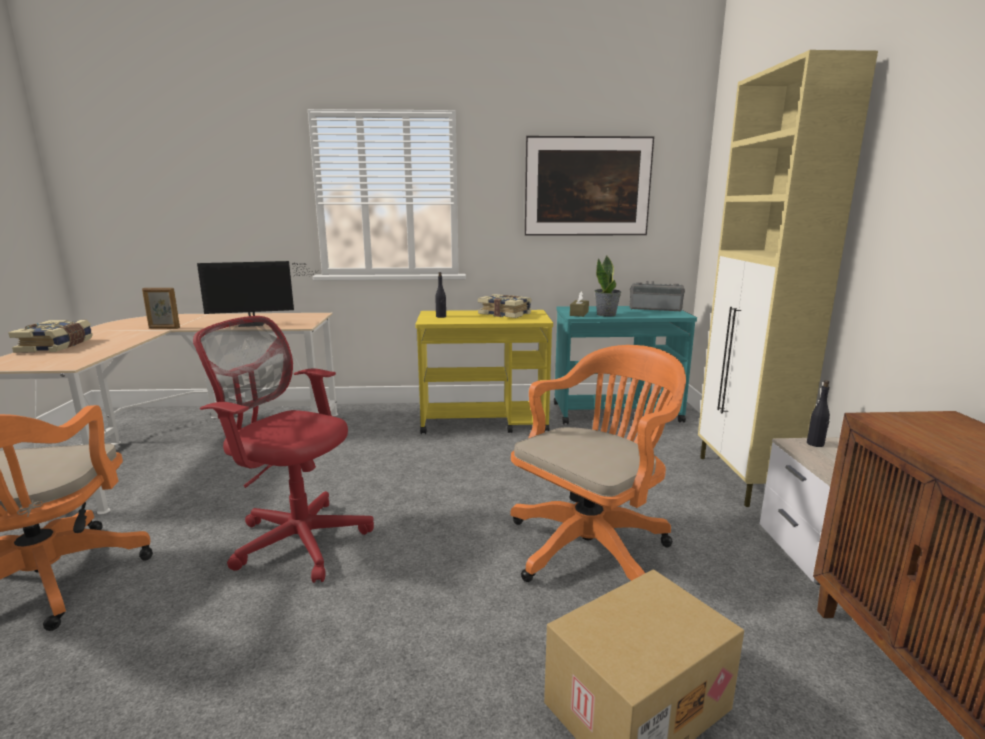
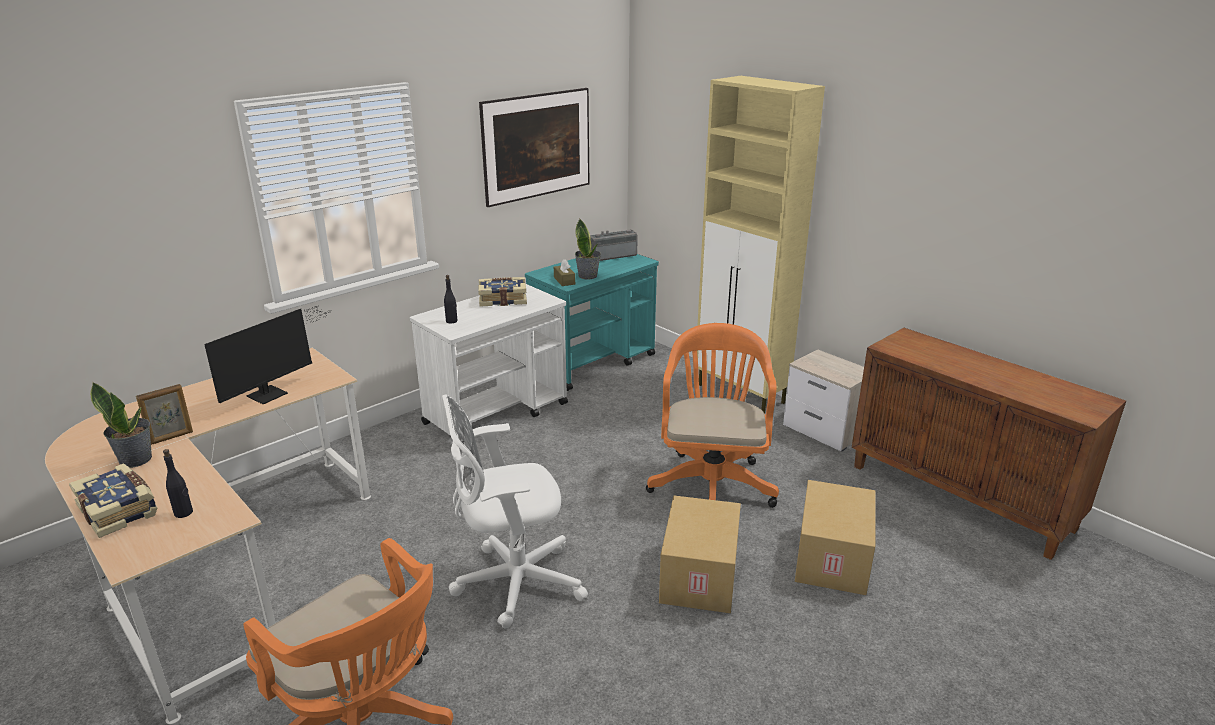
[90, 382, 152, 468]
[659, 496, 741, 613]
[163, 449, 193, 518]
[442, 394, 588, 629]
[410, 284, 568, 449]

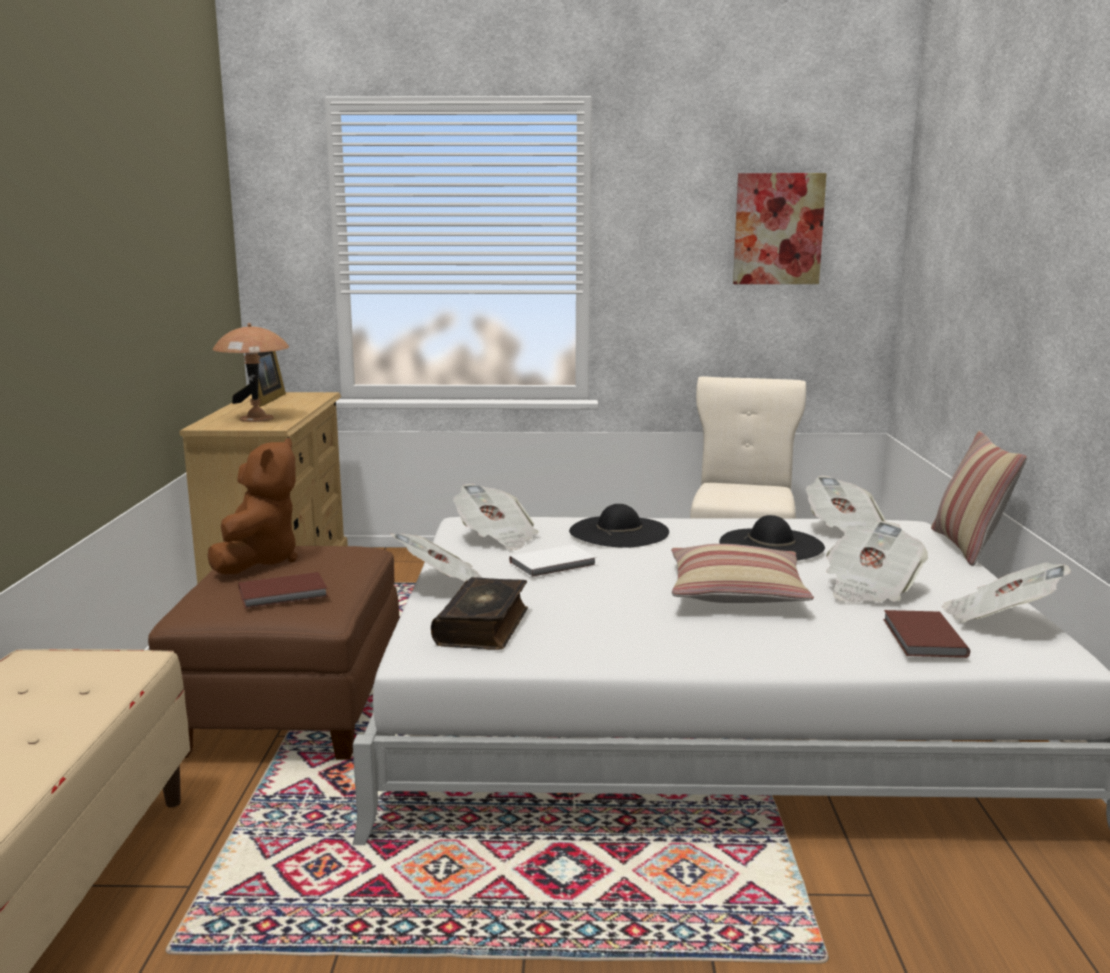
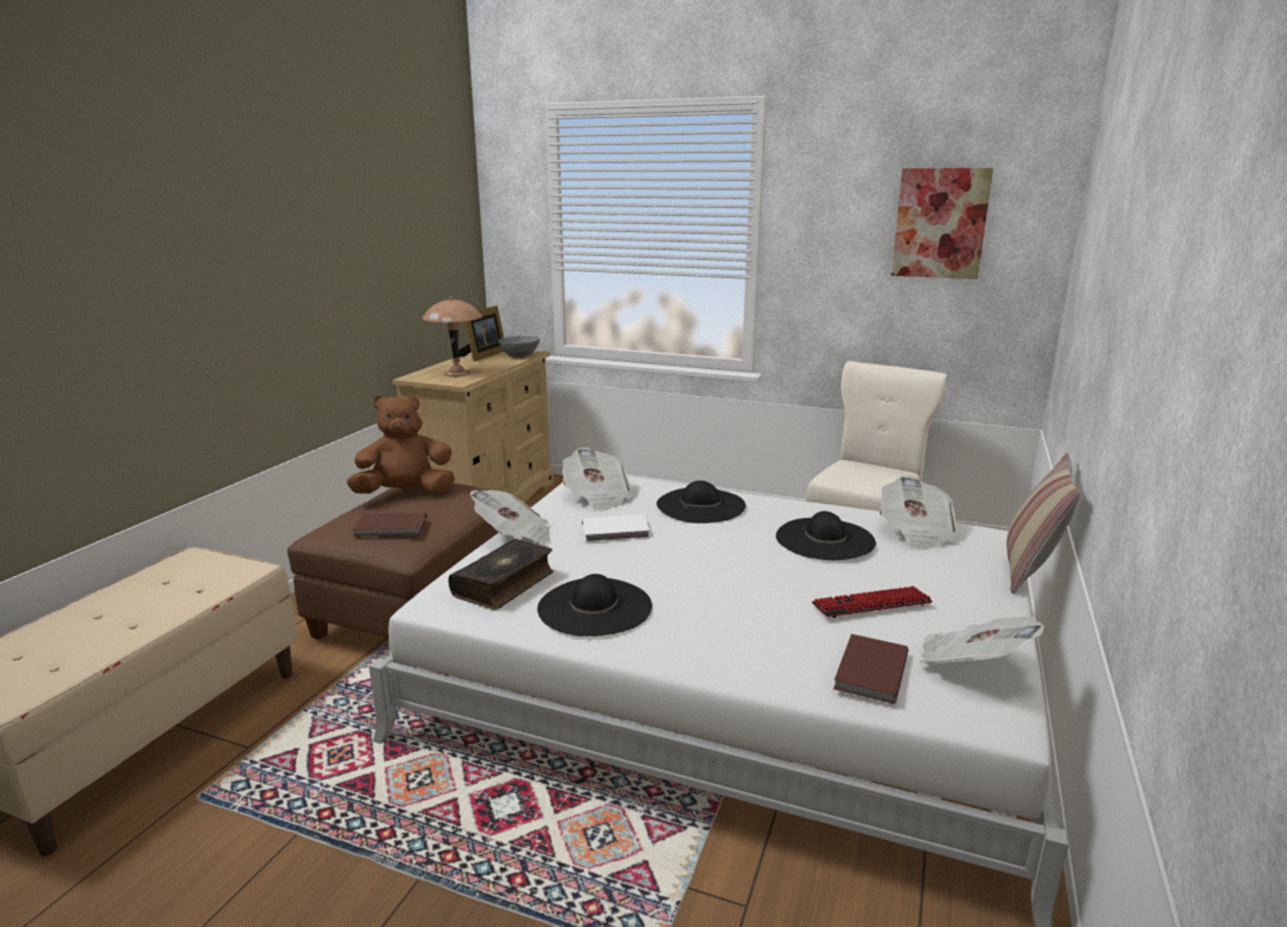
[671, 544, 814, 603] (first image)
[499, 336, 540, 357]
[537, 574, 652, 636]
[812, 586, 932, 618]
[347, 395, 455, 494]

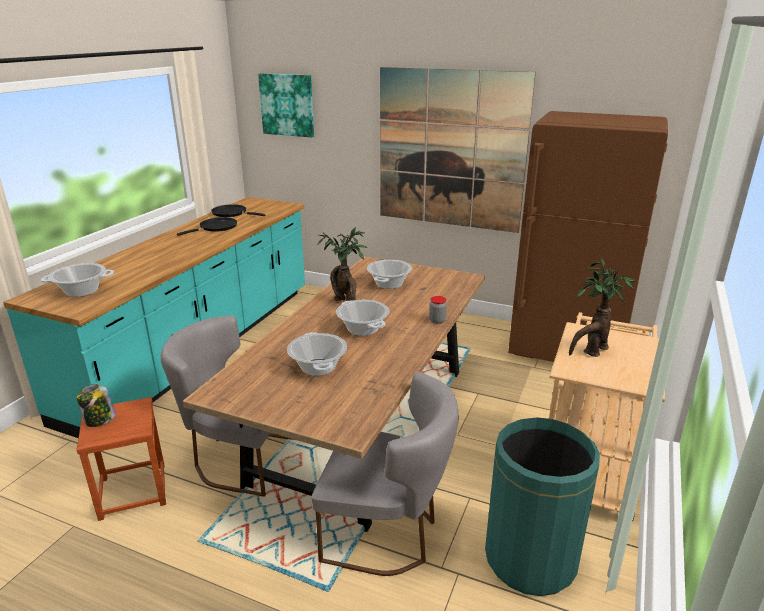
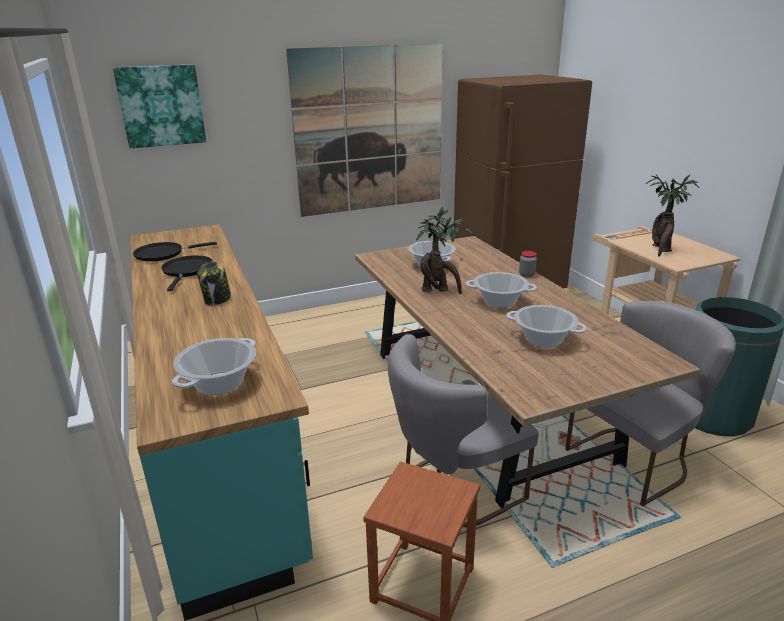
[197, 261, 231, 305]

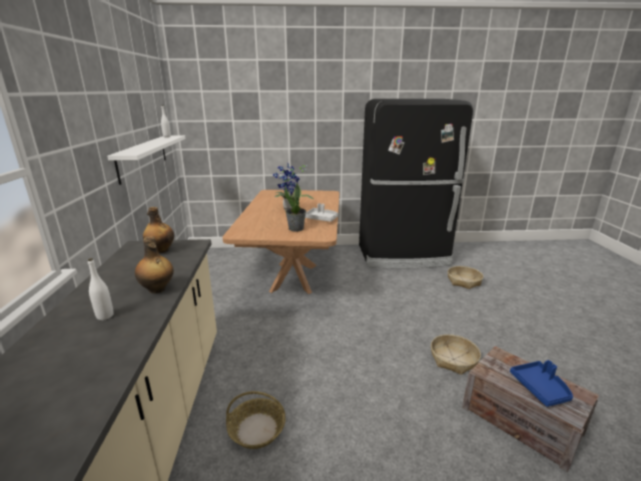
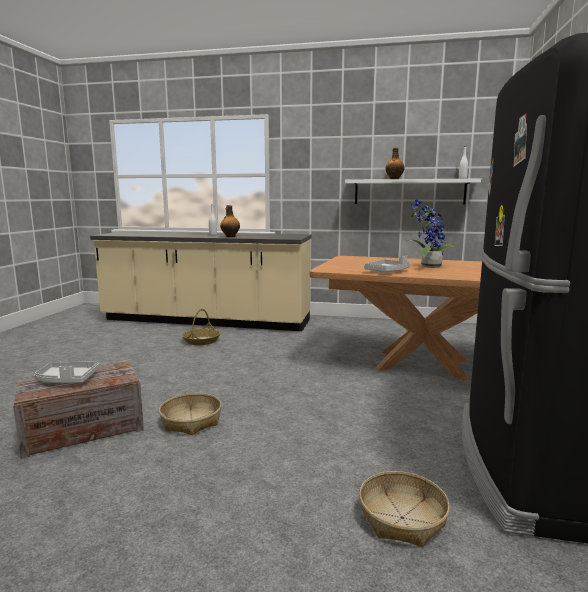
[285, 183, 306, 232] (first image)
[385, 148, 405, 179]
[34, 361, 99, 383]

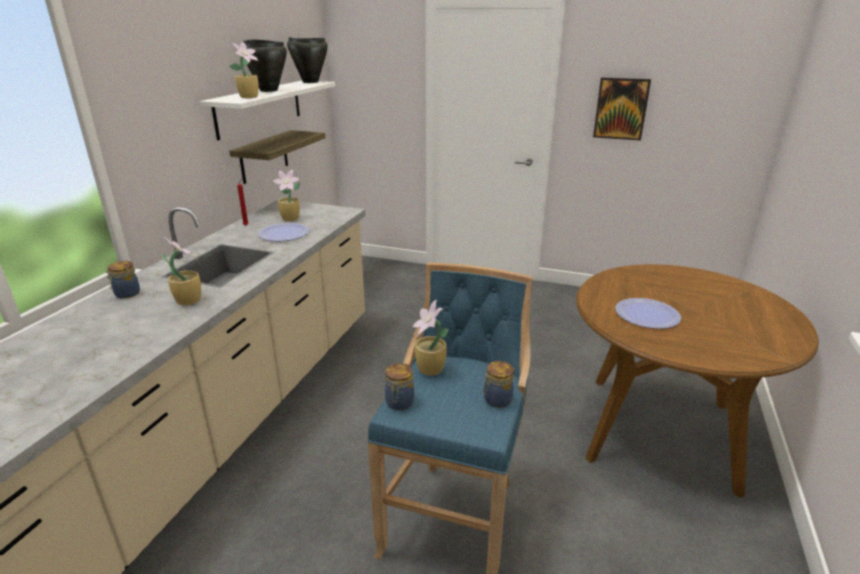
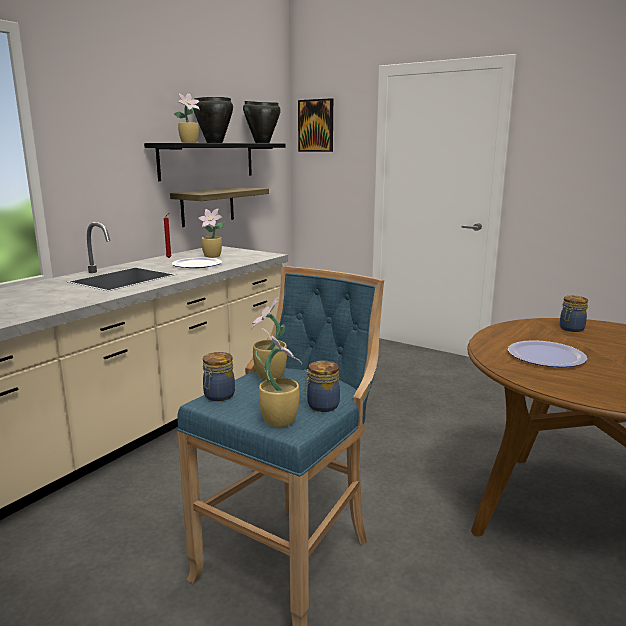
[560, 296, 588, 332]
[256, 328, 302, 427]
[298, 98, 333, 152]
[144, 143, 286, 181]

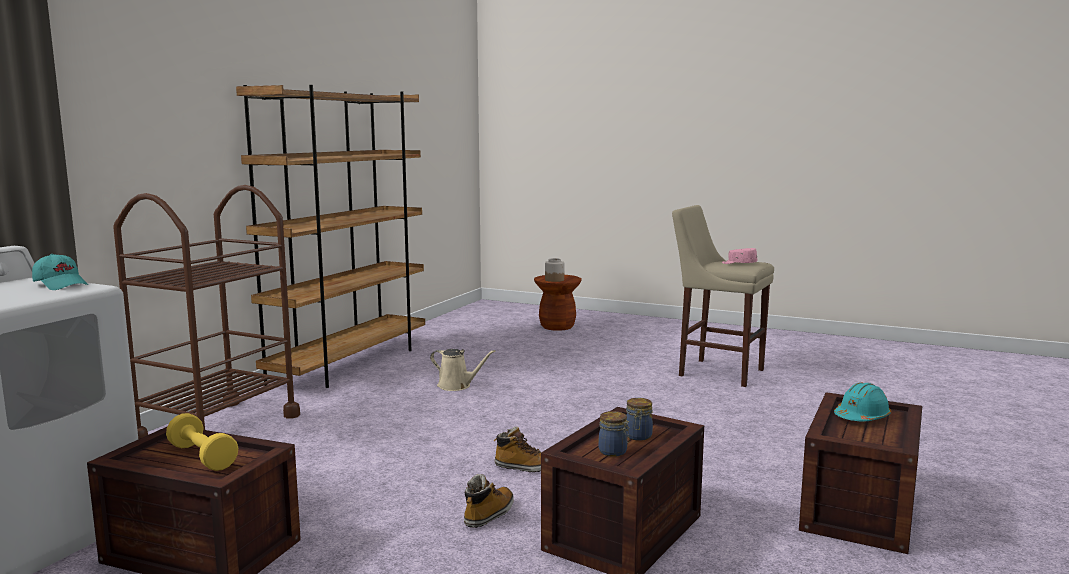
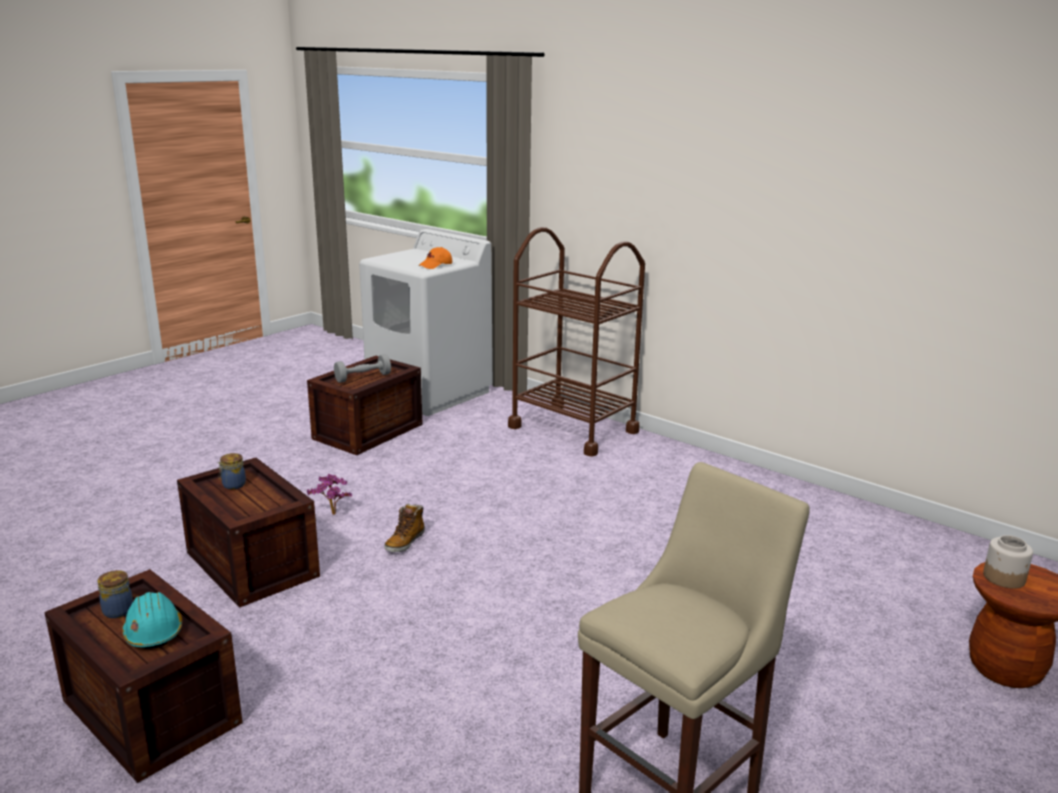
[236, 85, 425, 388] (first image)
[430, 349, 495, 391] (first image)
[722, 248, 757, 264] (first image)
[97, 570, 133, 618]
[307, 474, 352, 515]
[419, 247, 452, 269]
[334, 354, 391, 383]

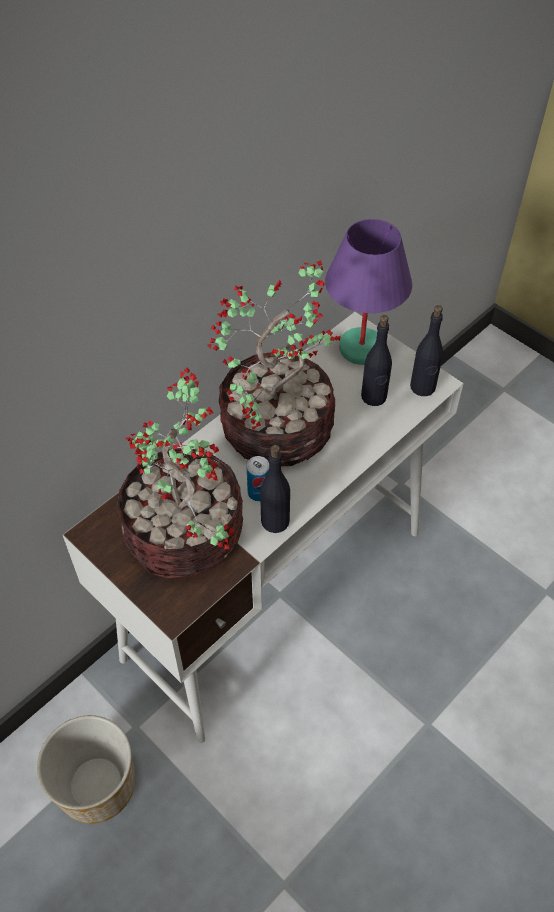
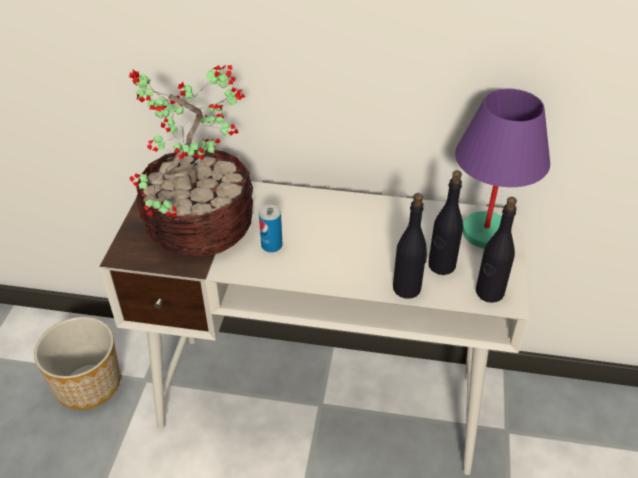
[207, 260, 341, 466] (first image)
[393, 193, 427, 299]

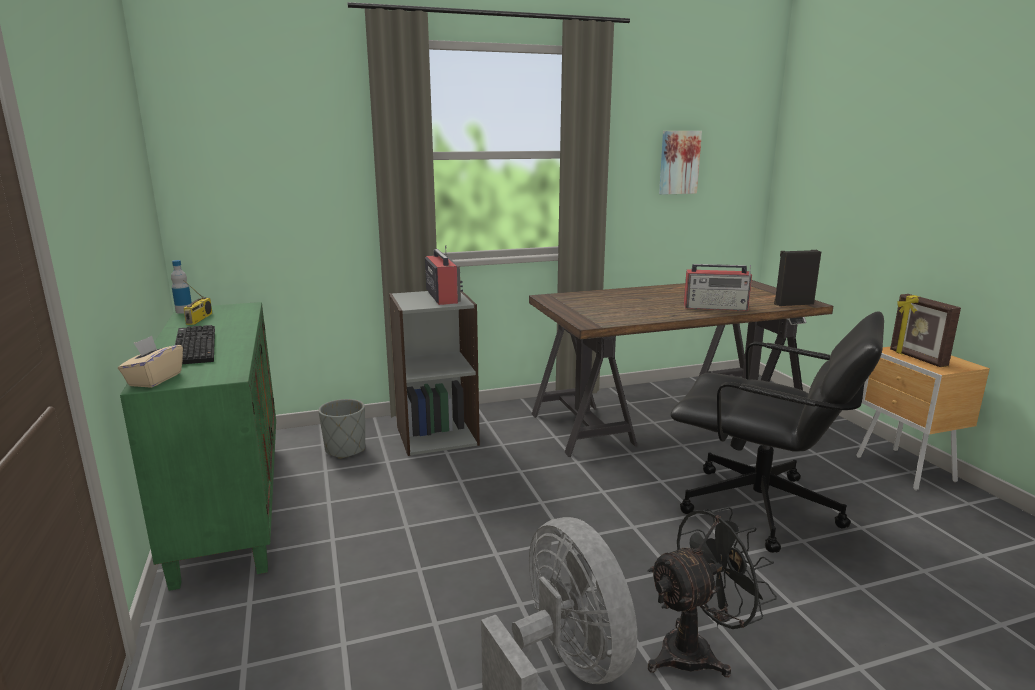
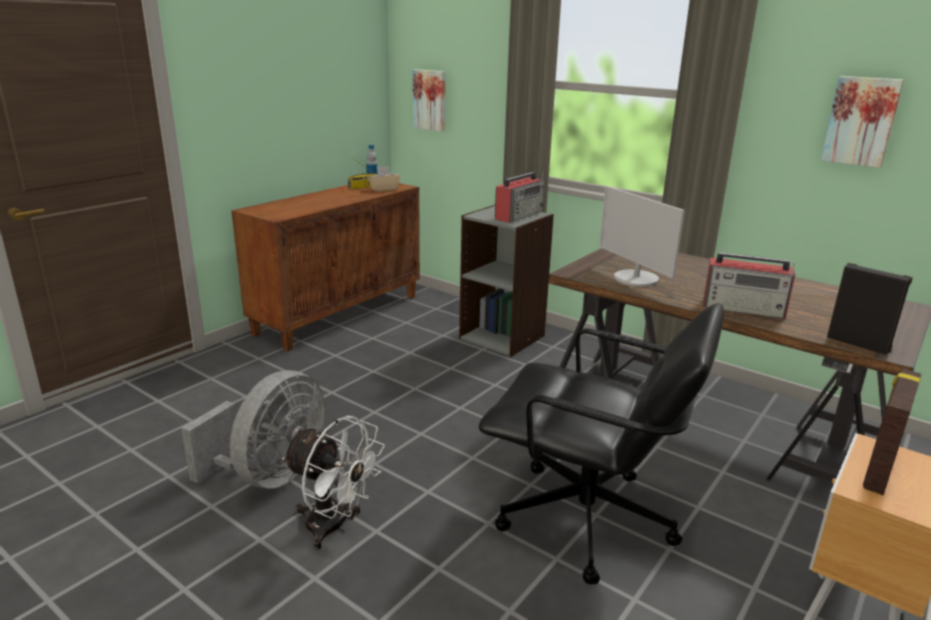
[175, 325, 215, 364] (first image)
[318, 399, 365, 459] (first image)
[413, 69, 445, 131]
[599, 186, 685, 287]
[368, 166, 400, 191]
[231, 183, 420, 351]
[282, 416, 385, 550]
[479, 303, 724, 584]
[703, 252, 795, 319]

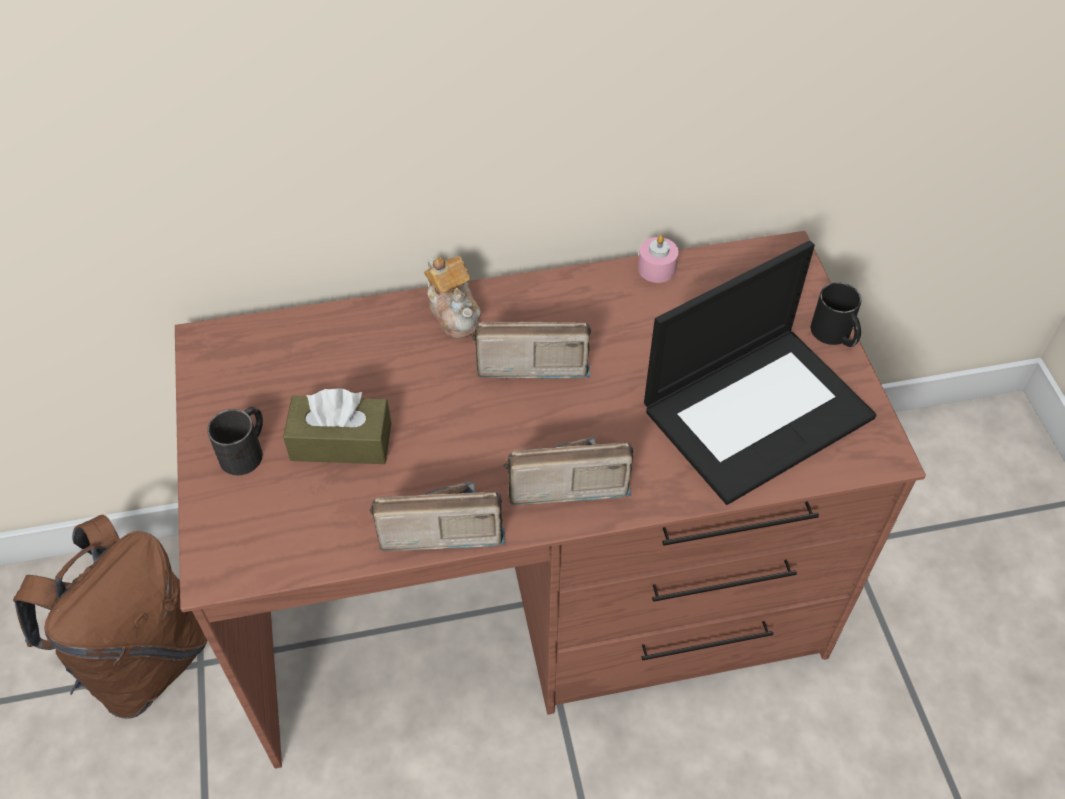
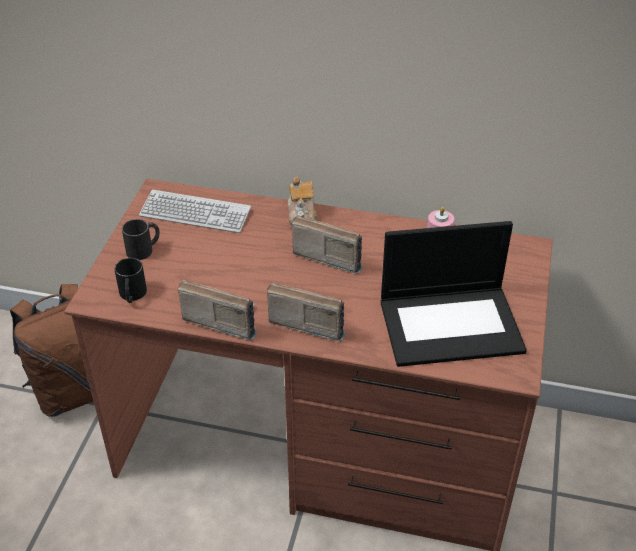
[283, 388, 391, 464] (first image)
[139, 190, 251, 233]
[114, 258, 147, 303]

